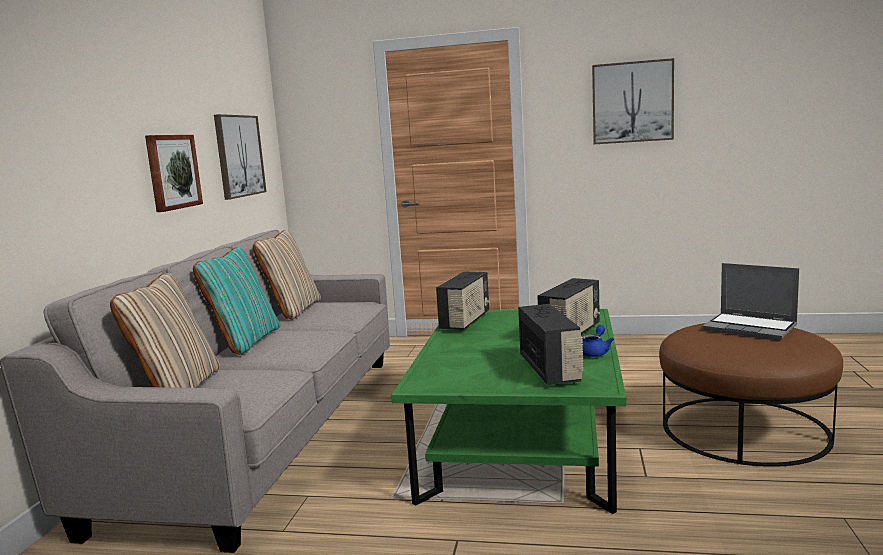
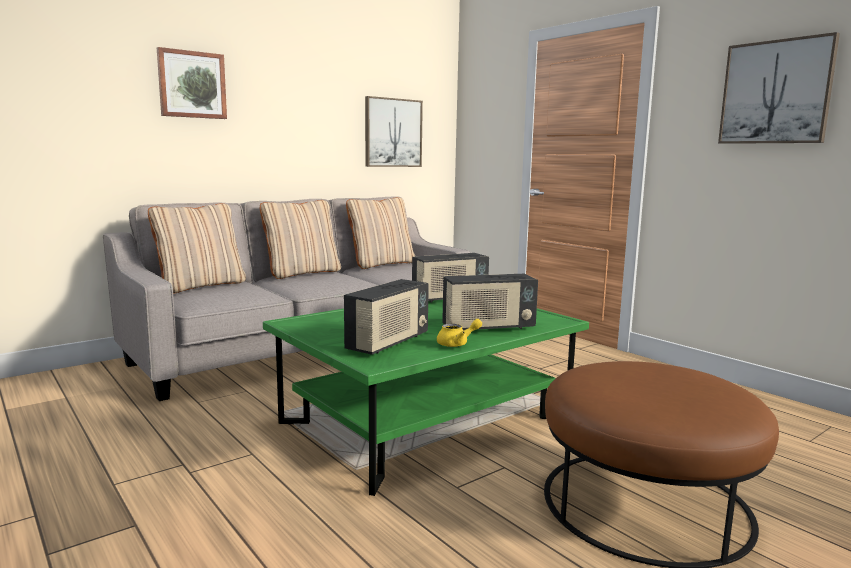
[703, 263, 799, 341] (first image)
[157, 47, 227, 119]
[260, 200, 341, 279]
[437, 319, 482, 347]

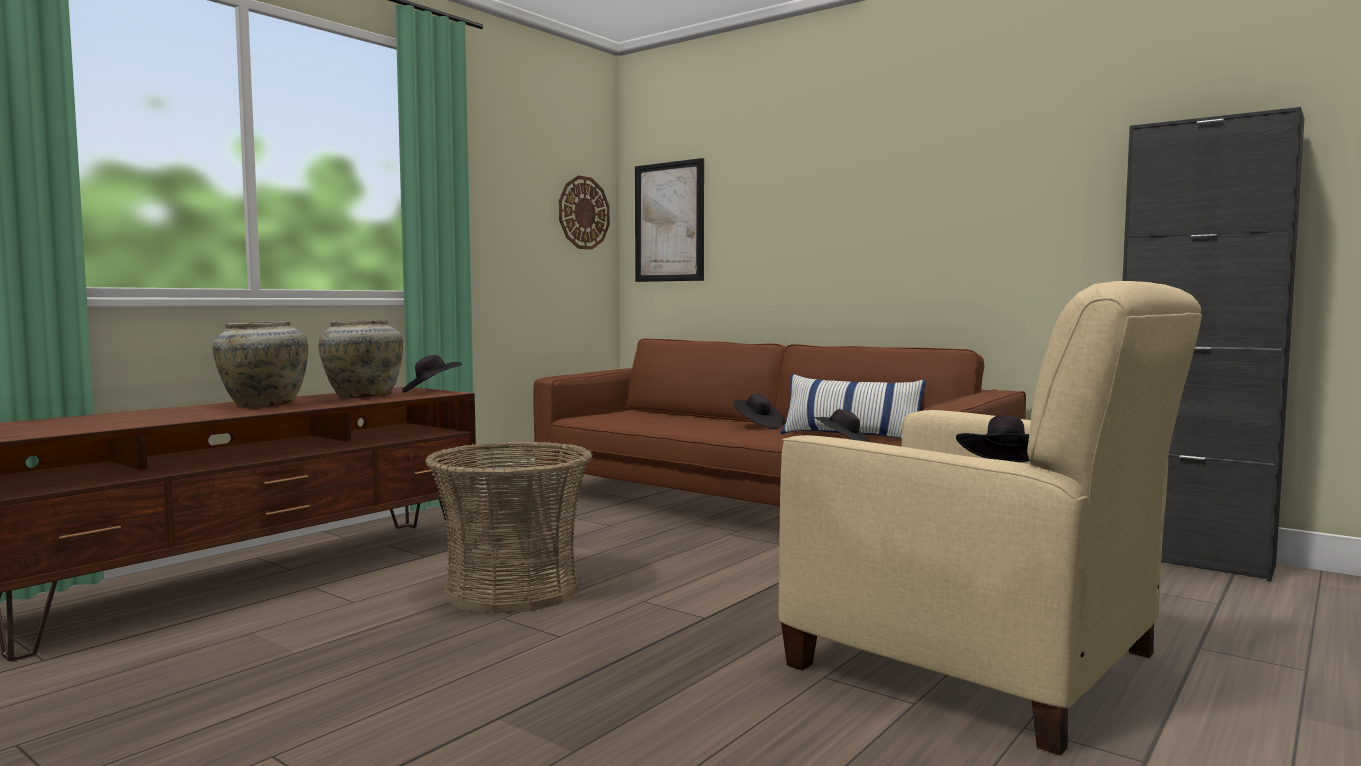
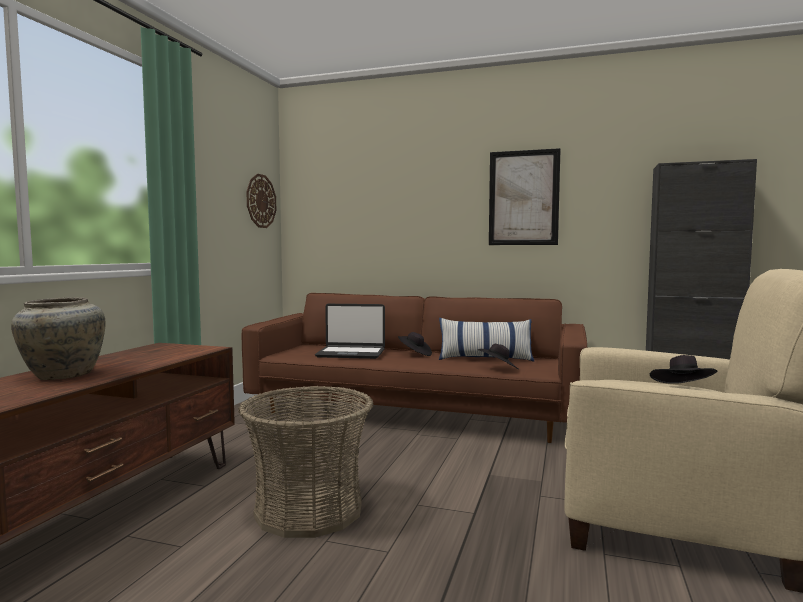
[318, 320, 403, 398] (first image)
[402, 355, 462, 392] (first image)
[315, 304, 385, 359]
[489, 148, 561, 245]

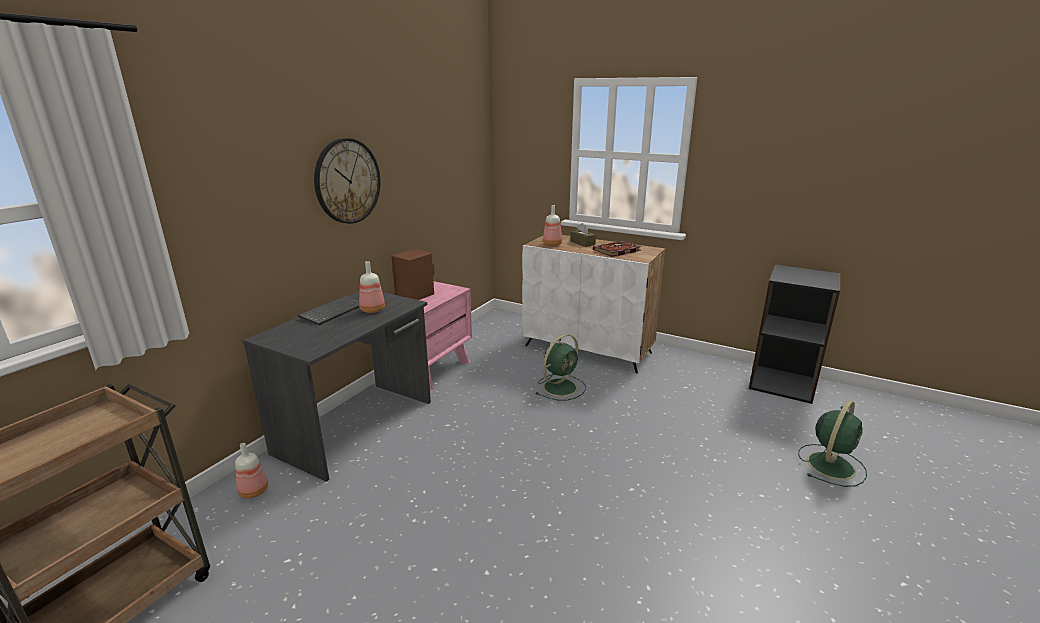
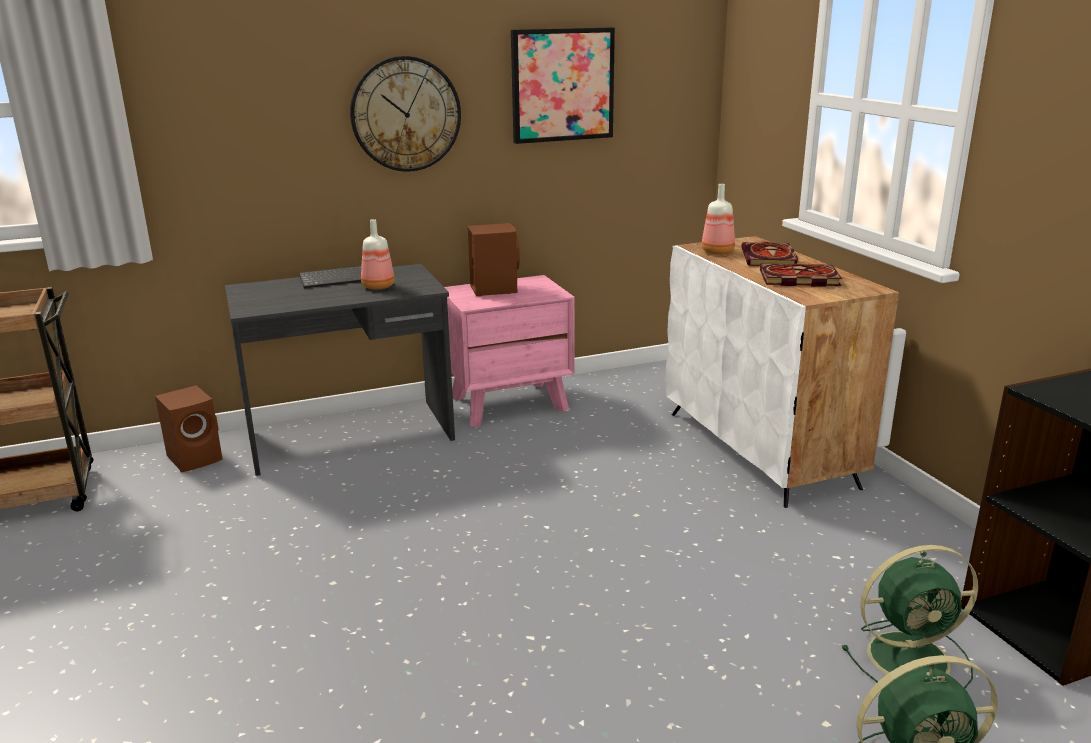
[511, 28, 615, 144]
[842, 545, 978, 689]
[155, 385, 223, 472]
[741, 242, 798, 266]

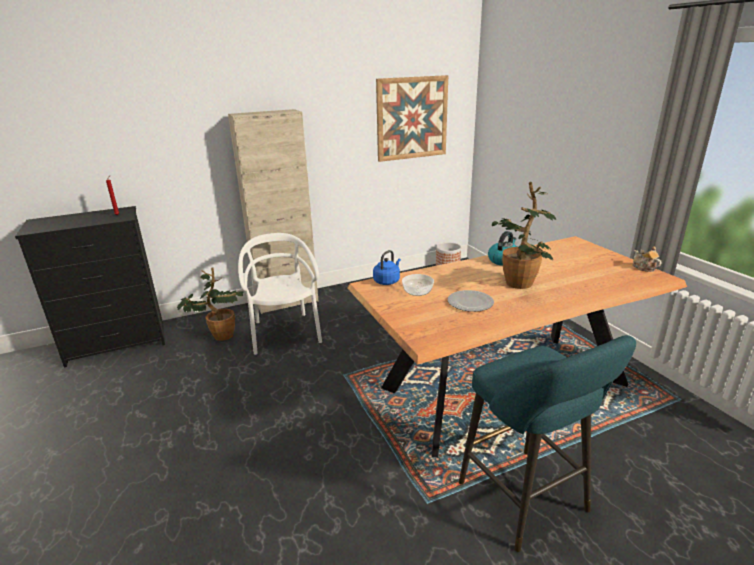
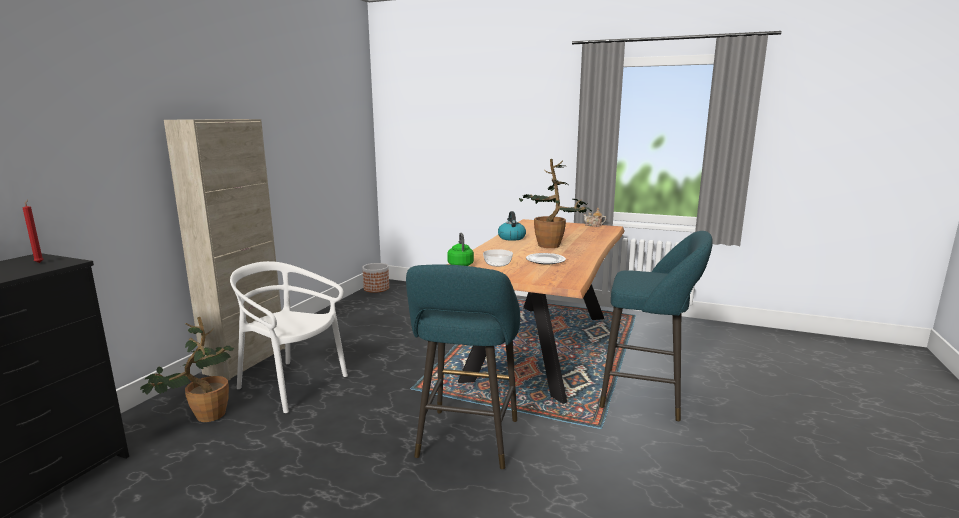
[376, 75, 448, 162] (first image)
[406, 264, 520, 469]
[447, 233, 474, 266]

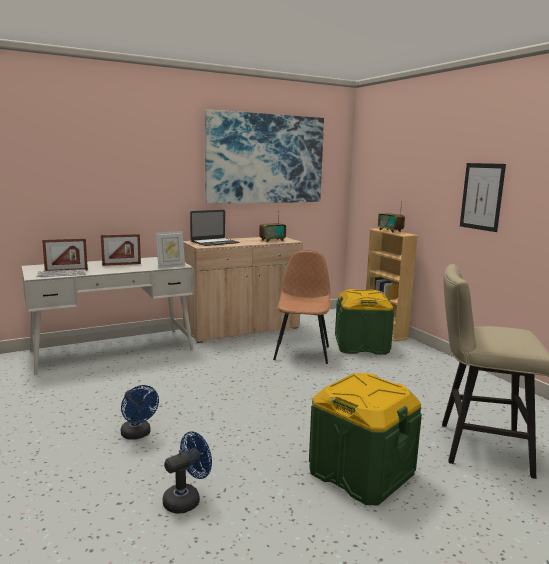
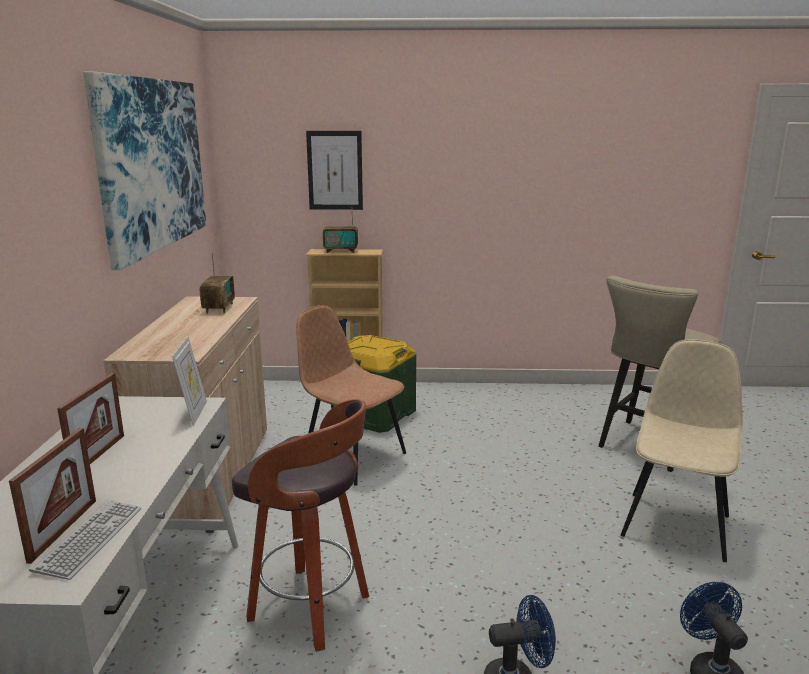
[190, 210, 239, 246] (first image)
[232, 399, 369, 652]
[306, 131, 363, 210]
[621, 339, 743, 562]

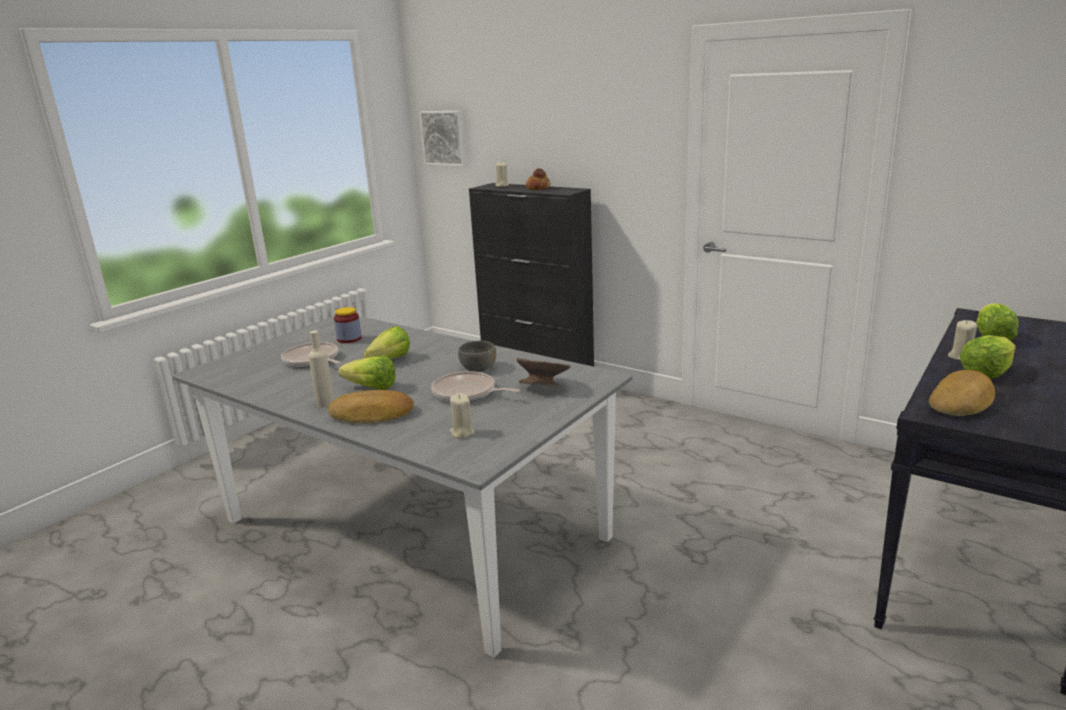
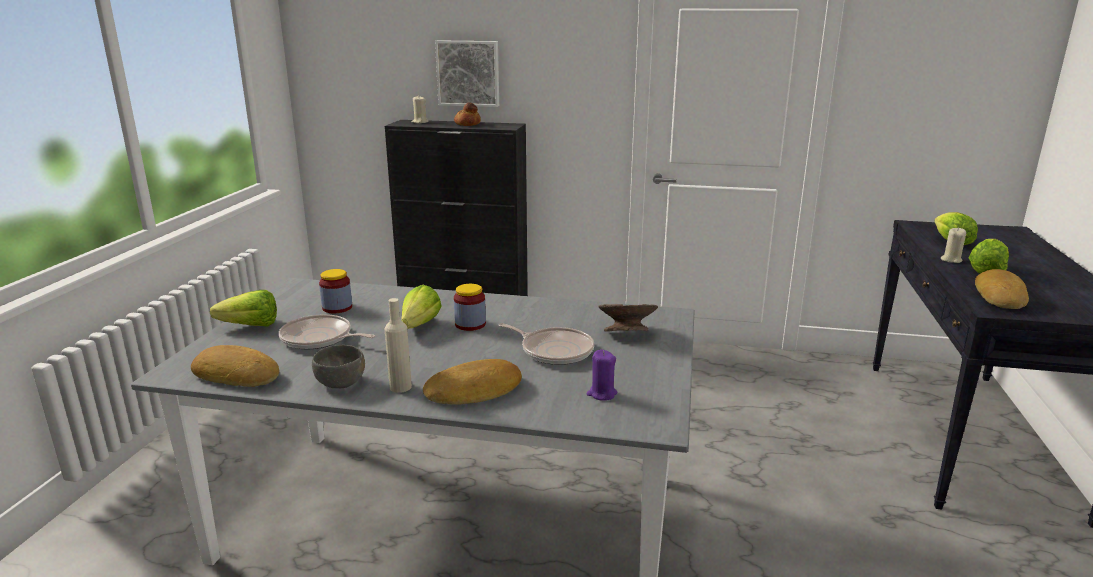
[191, 345, 279, 387]
[454, 284, 486, 331]
[210, 290, 277, 327]
[435, 40, 499, 107]
[312, 345, 365, 388]
[587, 349, 617, 401]
[498, 323, 594, 365]

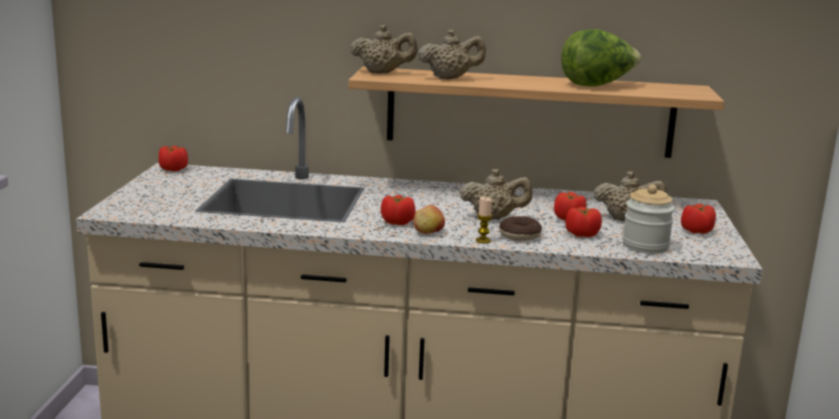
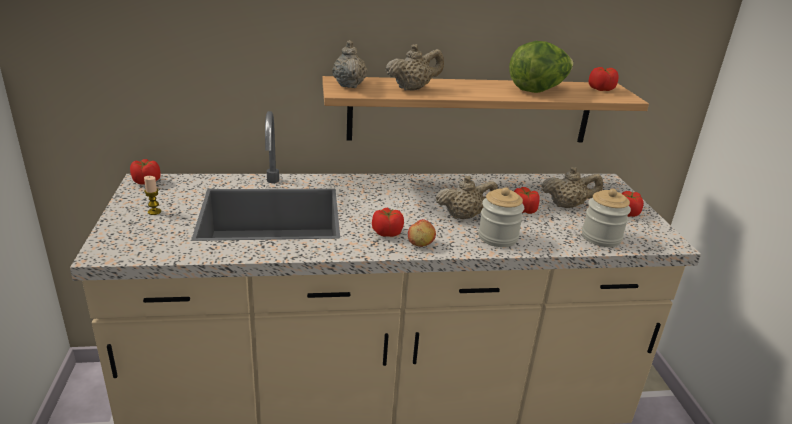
[144, 176, 161, 215]
[589, 67, 619, 91]
[478, 187, 524, 247]
[332, 40, 367, 88]

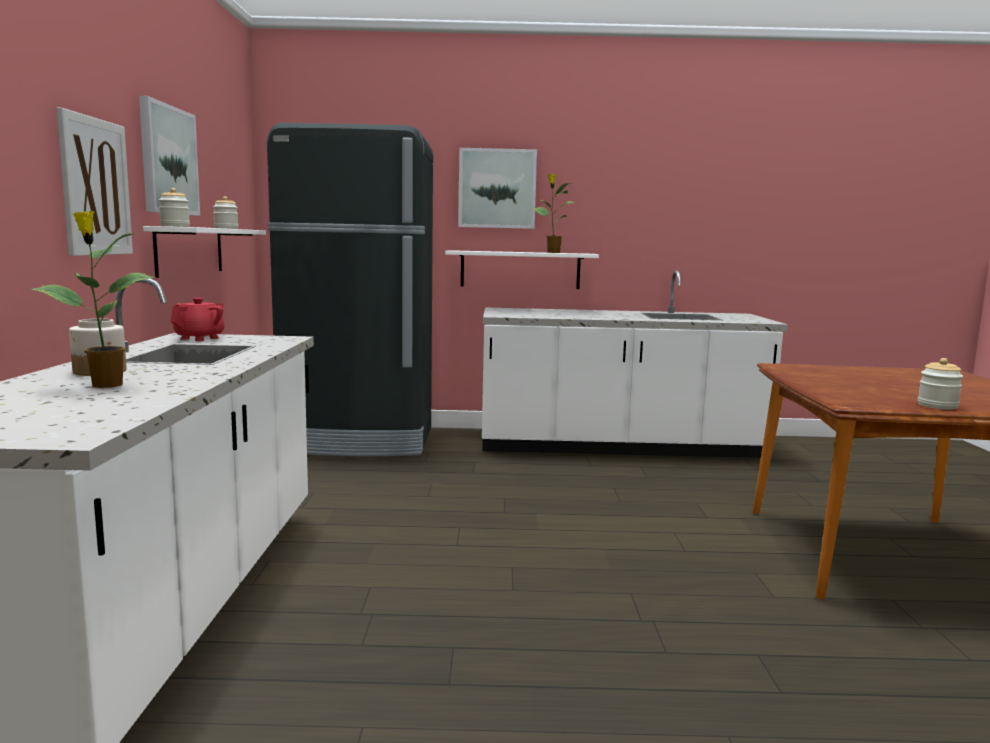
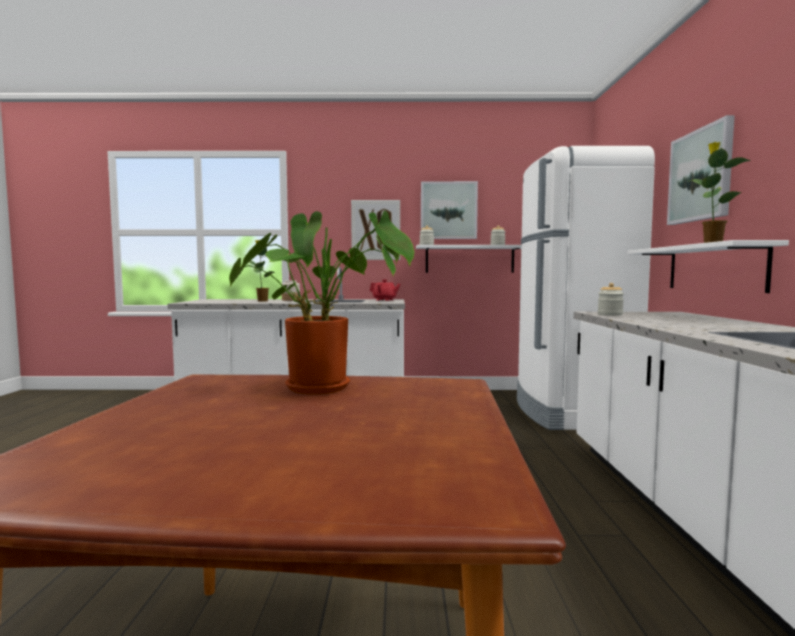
[229, 211, 414, 394]
[598, 283, 624, 316]
[517, 146, 655, 430]

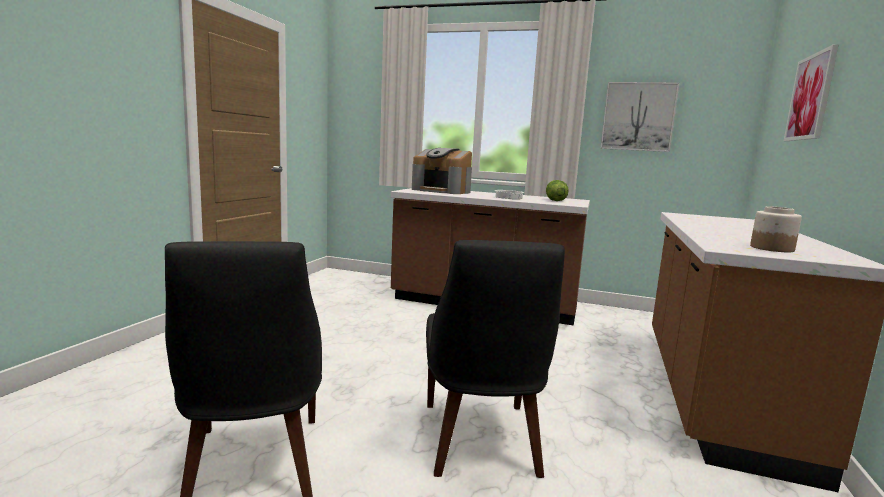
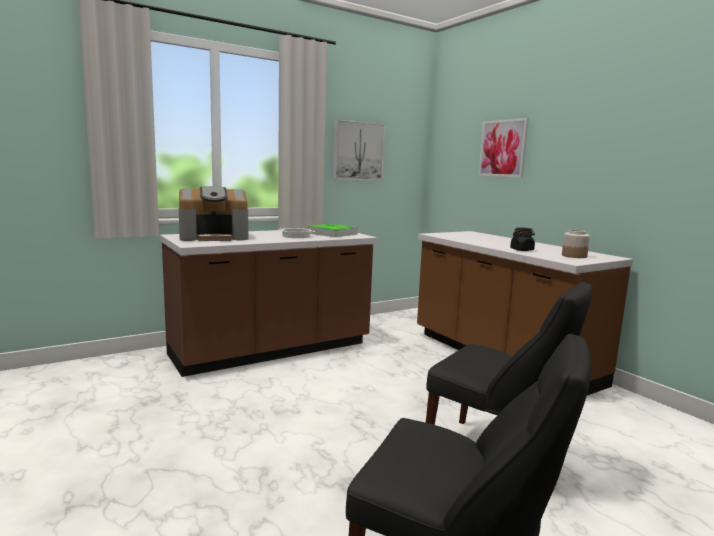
[510, 227, 535, 251]
[307, 224, 358, 237]

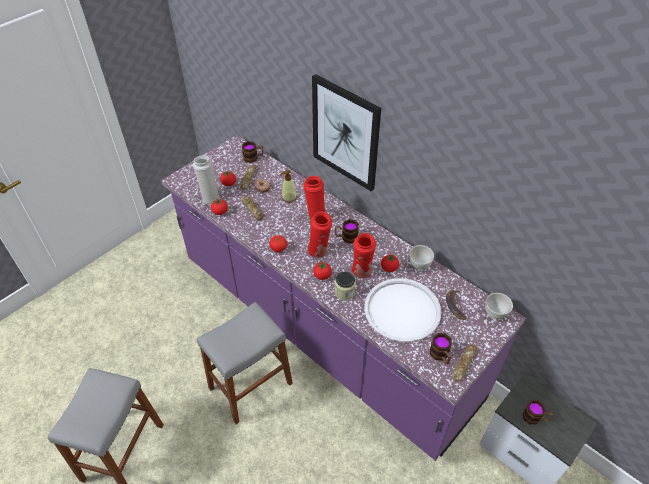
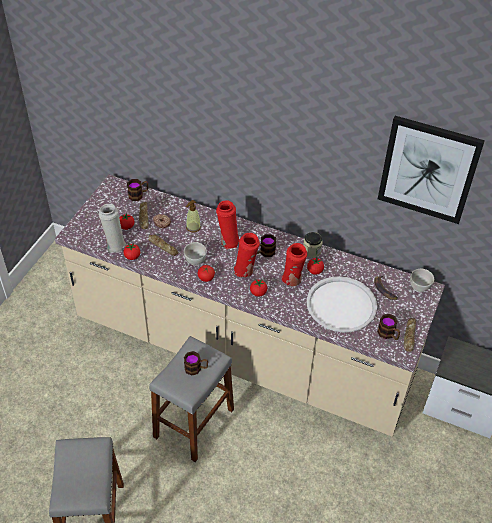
[378, 116, 485, 224]
[303, 232, 323, 258]
[184, 242, 207, 266]
[184, 351, 208, 376]
[55, 175, 445, 437]

